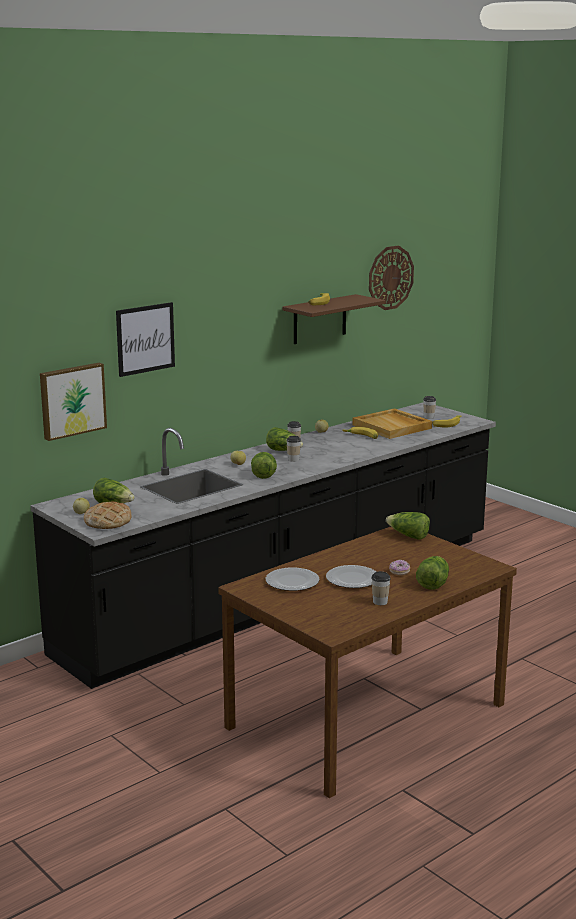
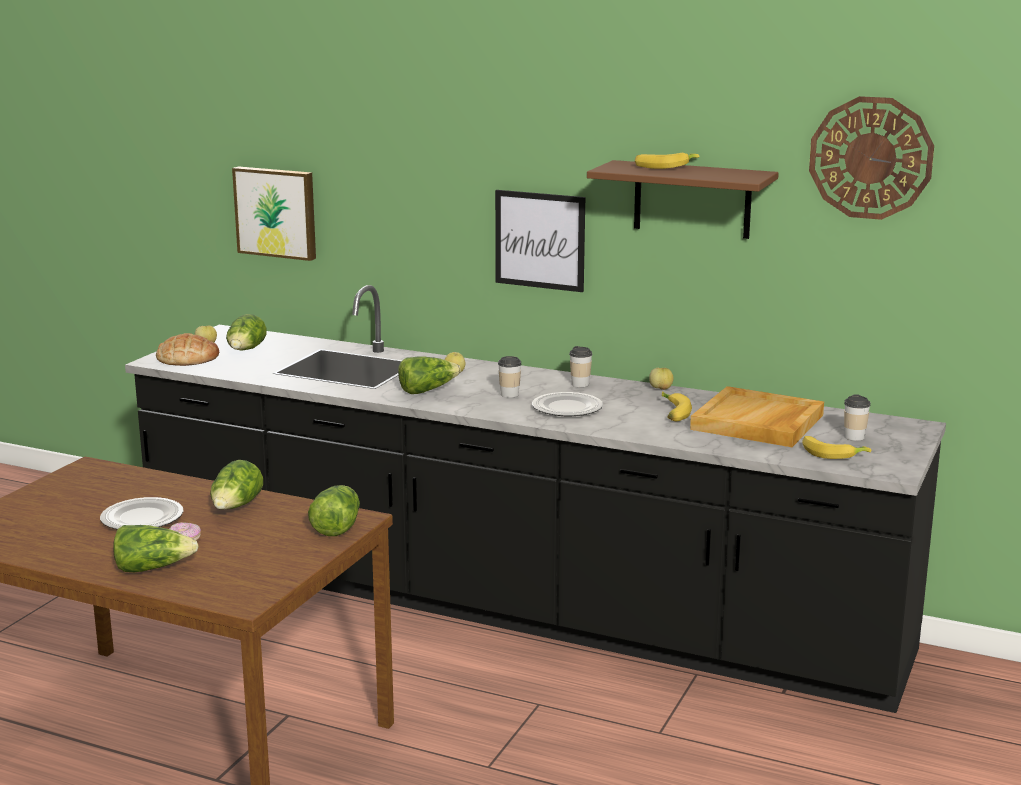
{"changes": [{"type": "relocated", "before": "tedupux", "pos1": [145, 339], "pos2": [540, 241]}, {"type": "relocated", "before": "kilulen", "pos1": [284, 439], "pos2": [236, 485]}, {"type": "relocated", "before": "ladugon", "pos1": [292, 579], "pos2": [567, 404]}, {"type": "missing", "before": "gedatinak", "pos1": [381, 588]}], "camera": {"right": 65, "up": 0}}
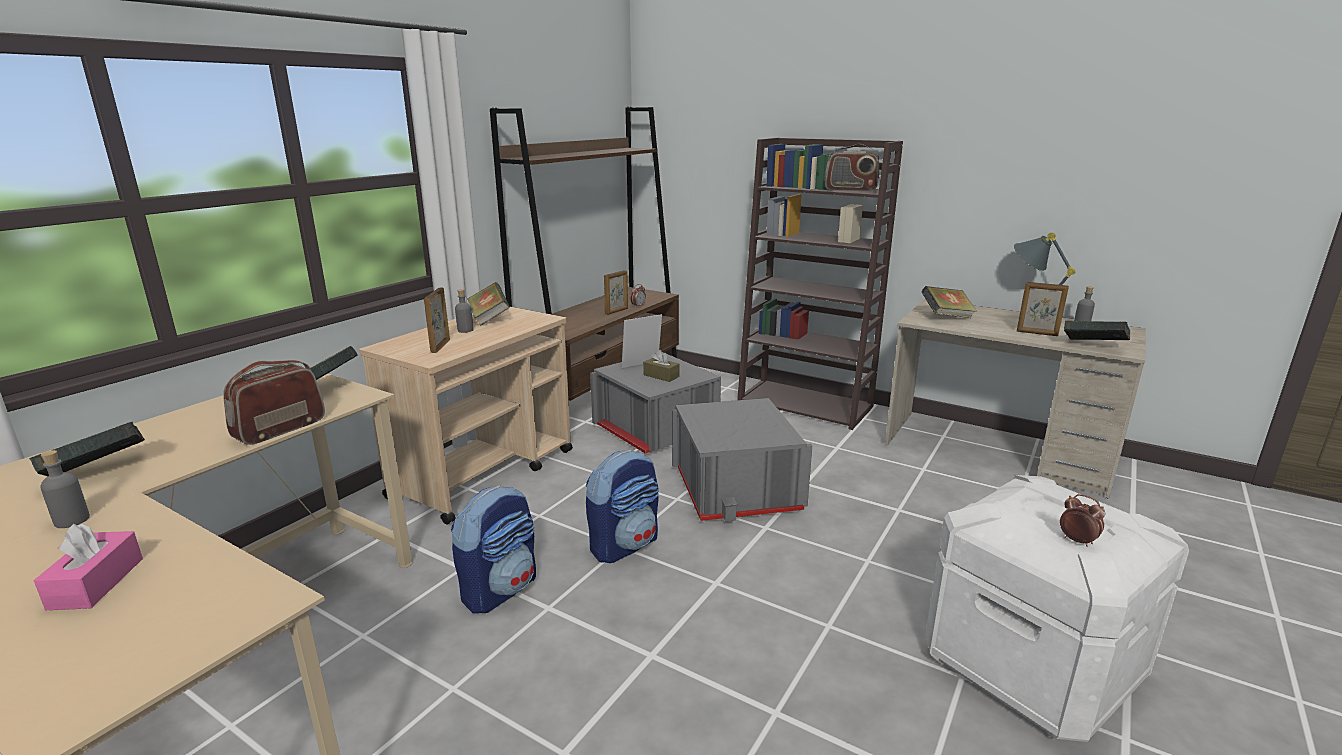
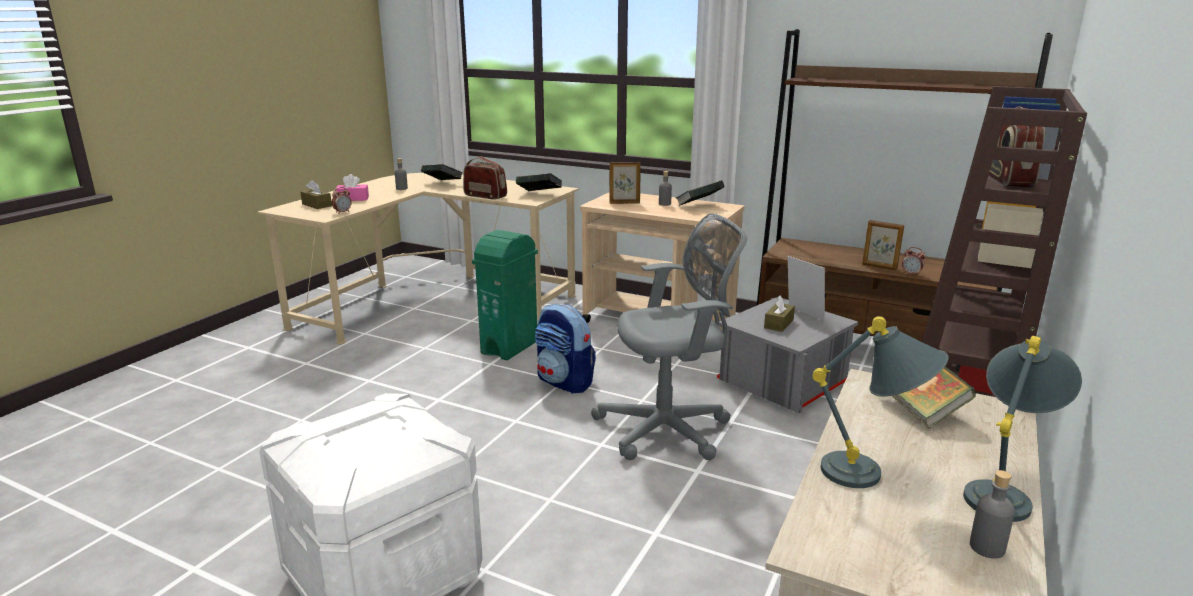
{"changes": [{"type": "exchanged", "before": "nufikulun", "after": "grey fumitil", "pos1": [1043, 309], "pos2": [880, 402]}, {"type": "missing", "before": "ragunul", "pos1": [1097, 330]}, {"type": "exchanged", "before": "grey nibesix", "after": "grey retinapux", "pos1": [742, 459], "pos2": [669, 336]}, {"type": "exchanged", "before": "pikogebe", "after": "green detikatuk", "pos1": [493, 550], "pos2": [505, 295]}, {"type": "relocated", "before": "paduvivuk", "pos1": [1082, 520], "pos2": [341, 200]}, {"type": "appeared", "after": "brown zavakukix", "pos2": [316, 194]}], "camera": {"right": 85, "up": 0}}
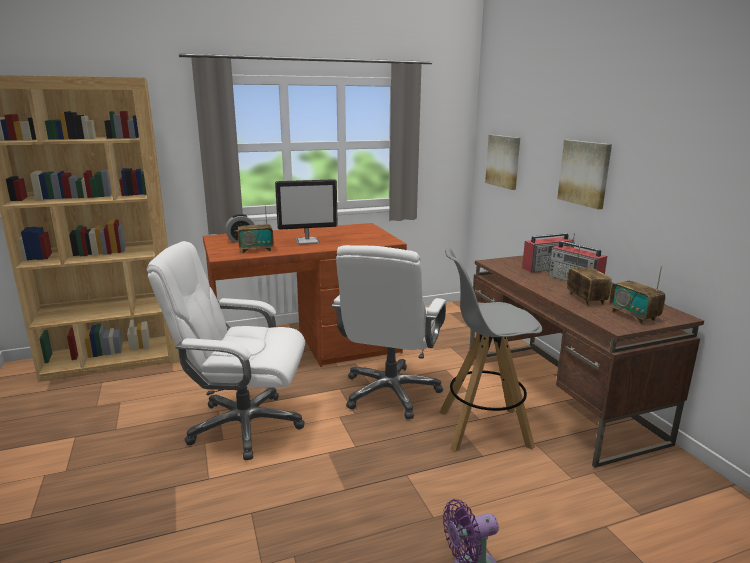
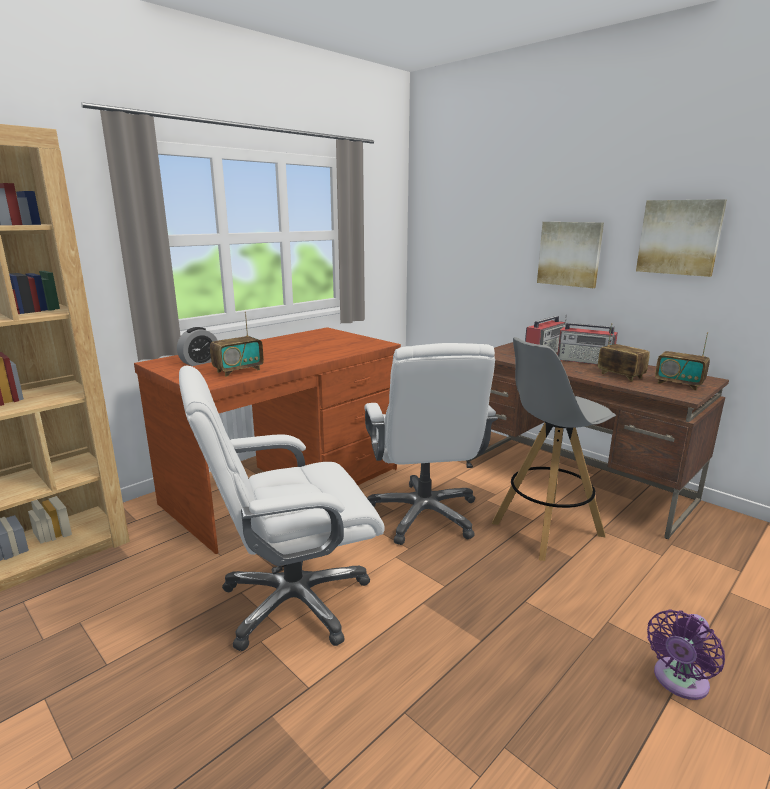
{"changes": [{"type": "relocated", "before": "tedupux", "pos1": [502, 162], "pos2": [681, 238]}, {"type": "missing", "before": "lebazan", "pos1": [306, 212]}], "camera": {"right": -25, "up": 0}}
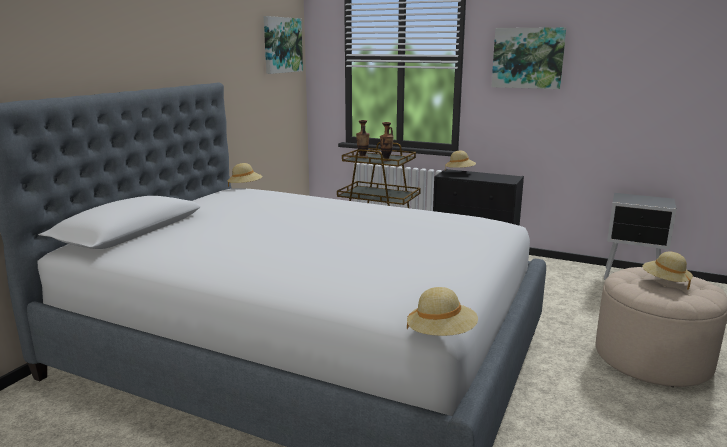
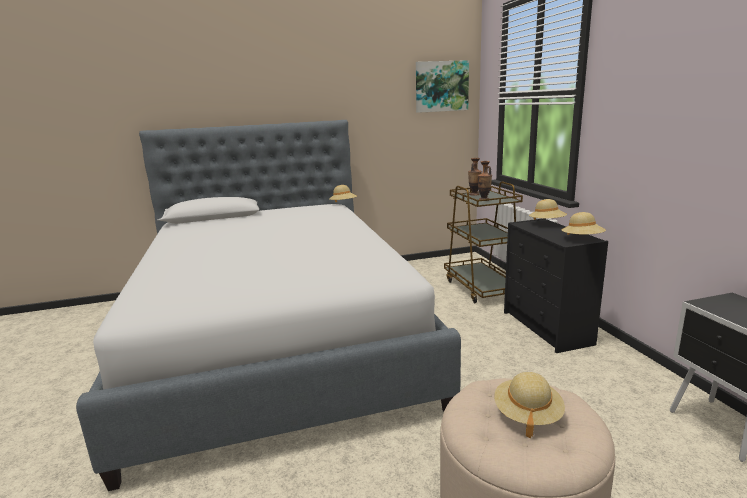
{"changes": [{"type": "missing", "before": "tedupux", "pos1": [529, 58]}, {"type": "relocated", "before": "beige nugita", "pos1": [442, 311], "pos2": [584, 223]}], "camera": {"right": 50, "up": 0}}
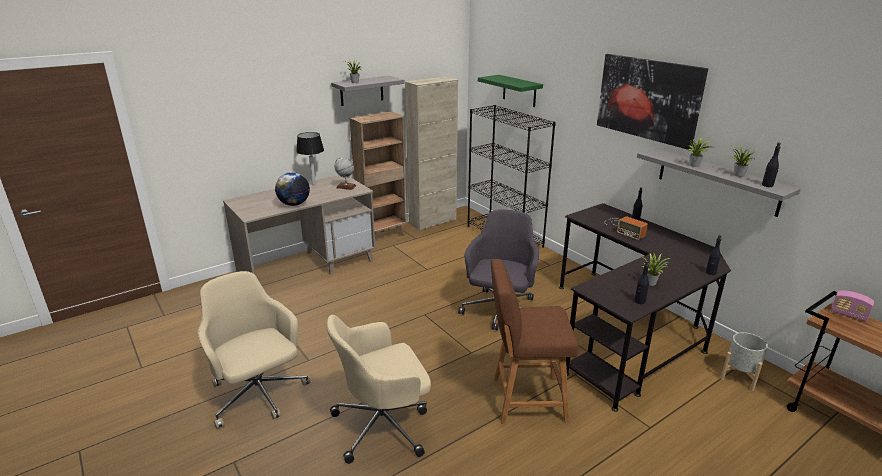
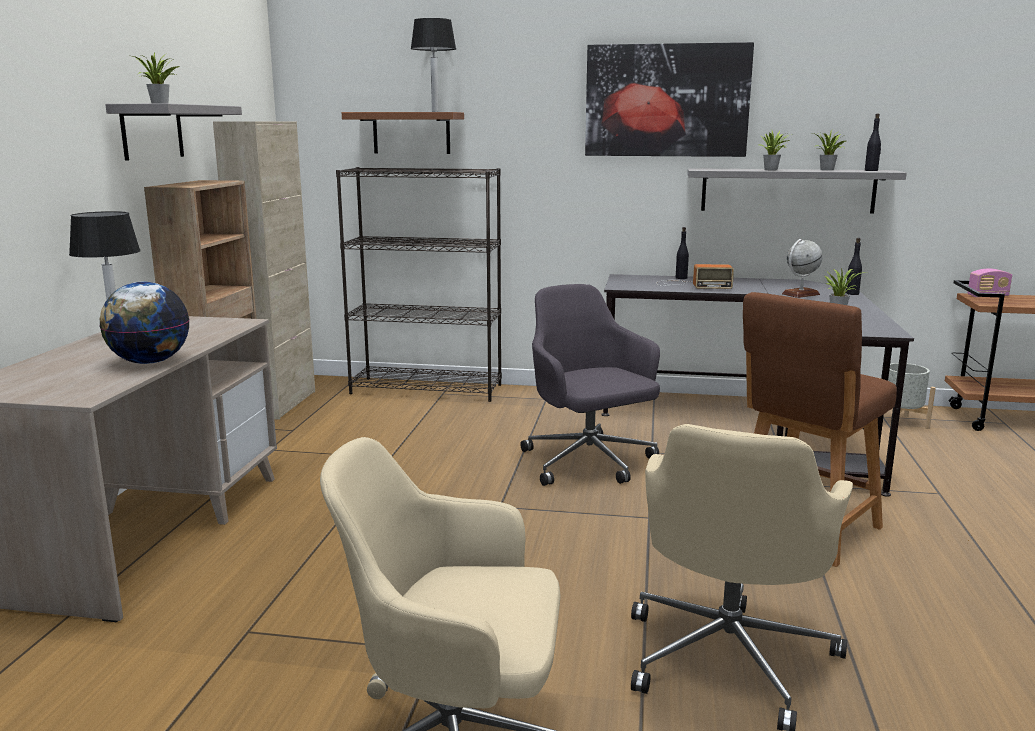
{"changes": [{"type": "colour", "before": "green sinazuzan", "after": "brown sinazuzan", "pos1": [510, 91], "pos2": [403, 133]}, {"type": "relocated", "before": "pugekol", "pos1": [345, 173], "pos2": [802, 268]}, {"type": "missing", "before": "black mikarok", "pos1": [642, 282]}, {"type": "appeared", "after": "fumitil", "pos2": [433, 65]}], "camera": {"right": -45, "up": -10}}
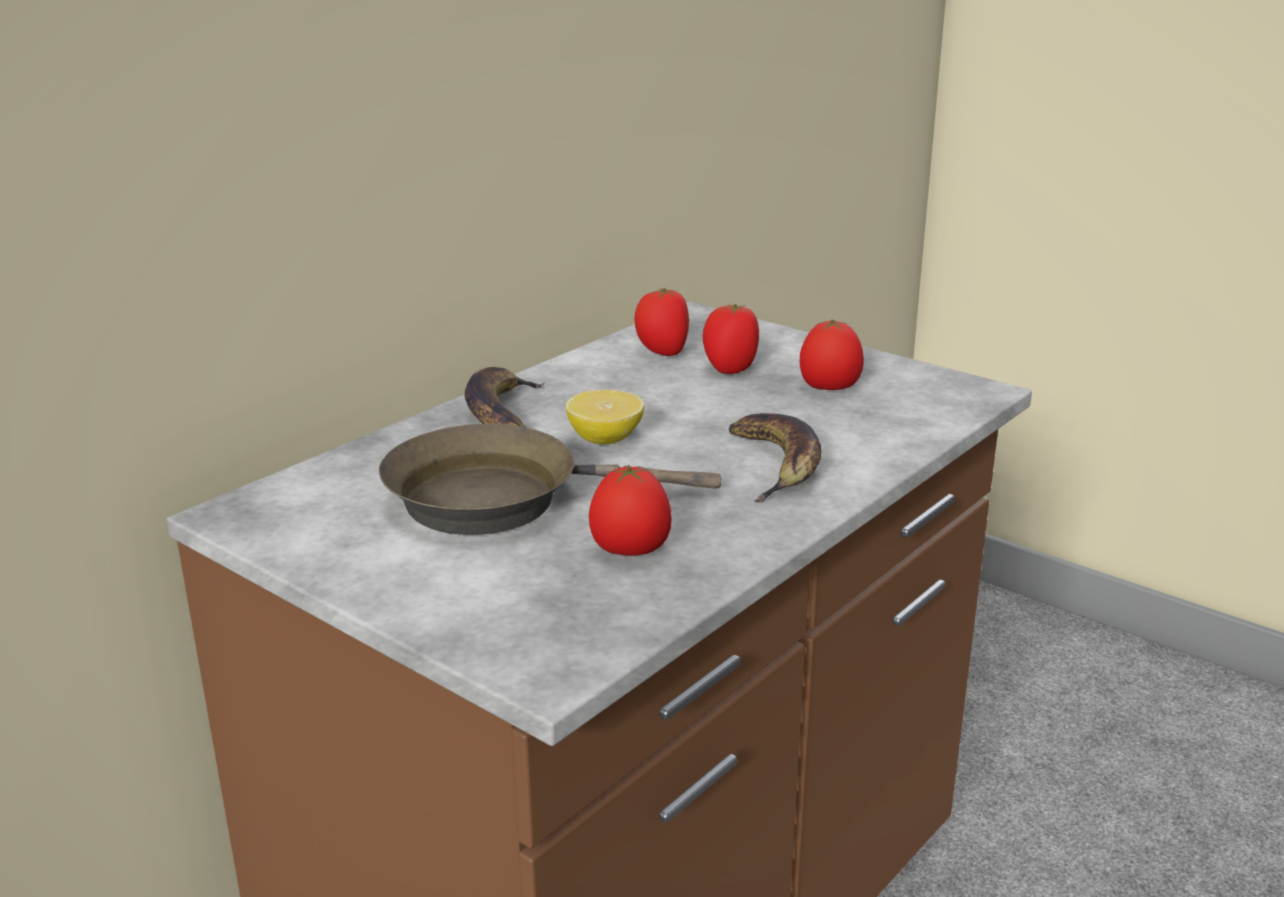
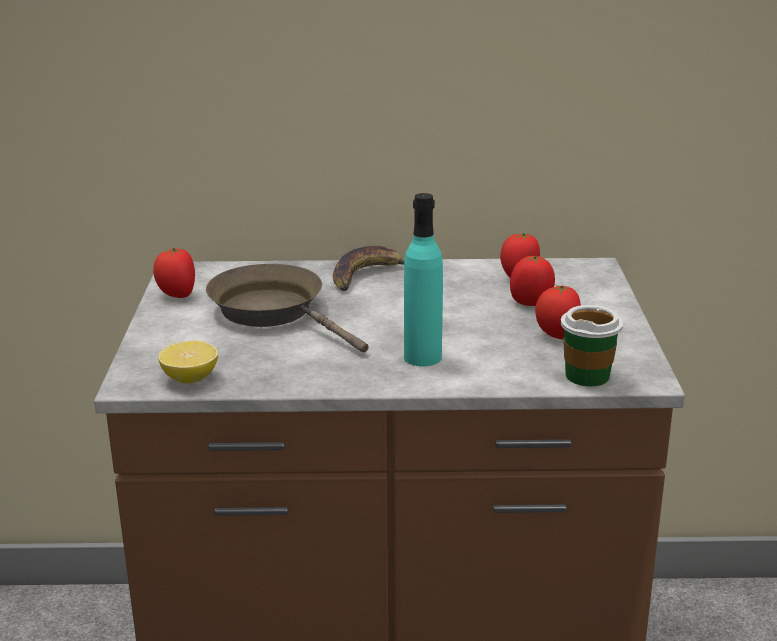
{"changes": [{"type": "relocated", "before": "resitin", "pos1": [604, 417], "pos2": [188, 362]}, {"type": "exchanged", "before": "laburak", "after": "turquoise mikarok", "pos1": [775, 457], "pos2": [423, 279]}, {"type": "relocated", "before": "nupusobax", "pos1": [630, 510], "pos2": [174, 273]}, {"type": "appeared", "after": "gedatinak", "pos2": [592, 345]}], "camera": {"right": 50, "up": 0}}
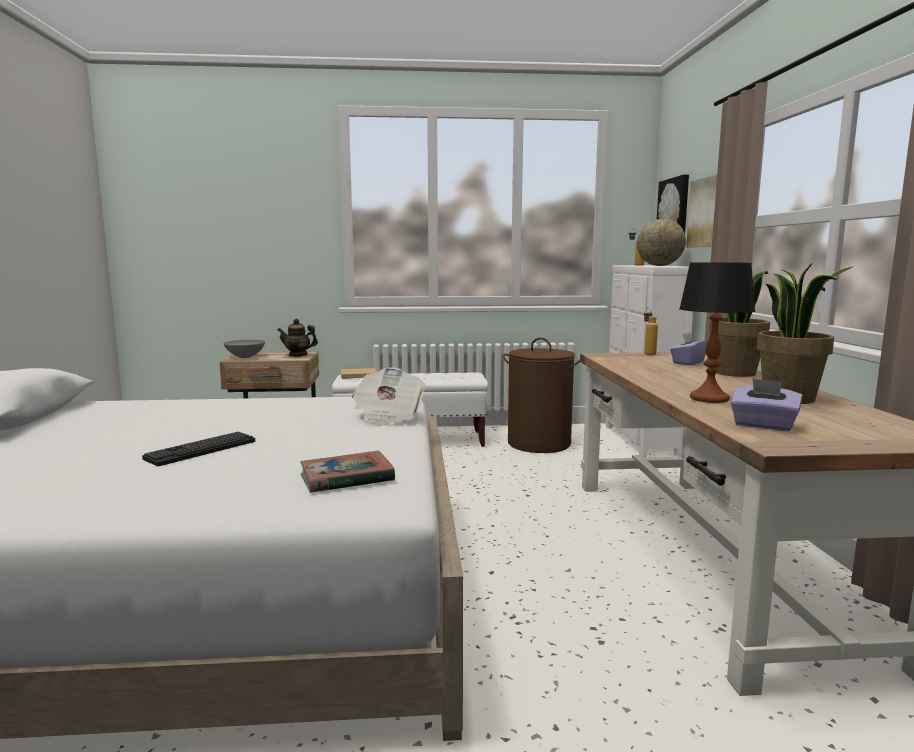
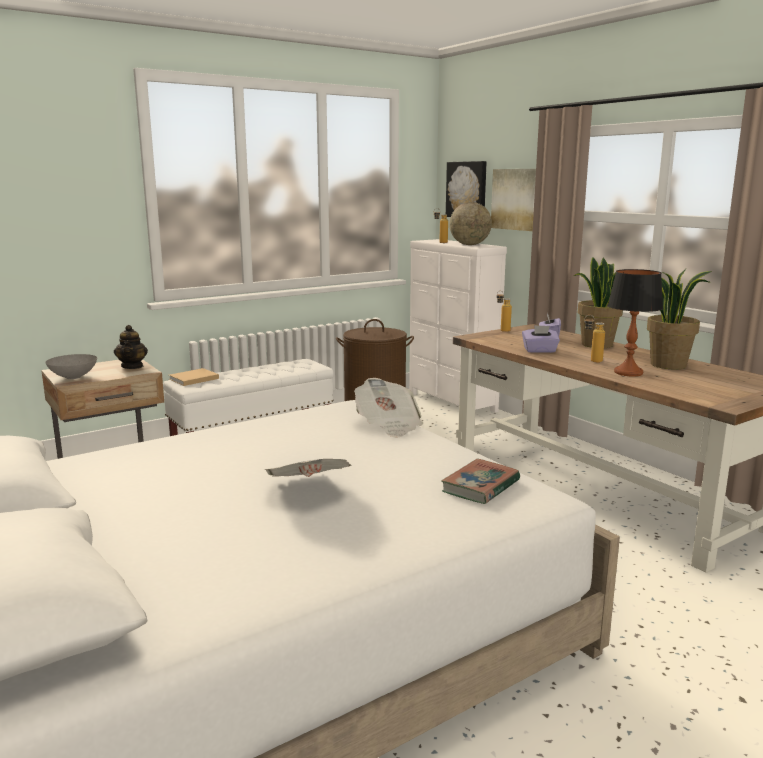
{"changes": [{"type": "spun", "before": "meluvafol", "pos1": [297, 338], "pos2": [131, 347], "turn": -75}, {"type": "relocated", "before": "purple zavakukix", "pos1": [766, 405], "pos2": [541, 339]}, {"type": "exchanged", "before": "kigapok", "after": "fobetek", "pos1": [198, 449], "pos2": [307, 468]}, {"type": "appeared", "after": "mikarok", "pos2": [594, 339]}], "camera": {"right": -30, "up": 5}}
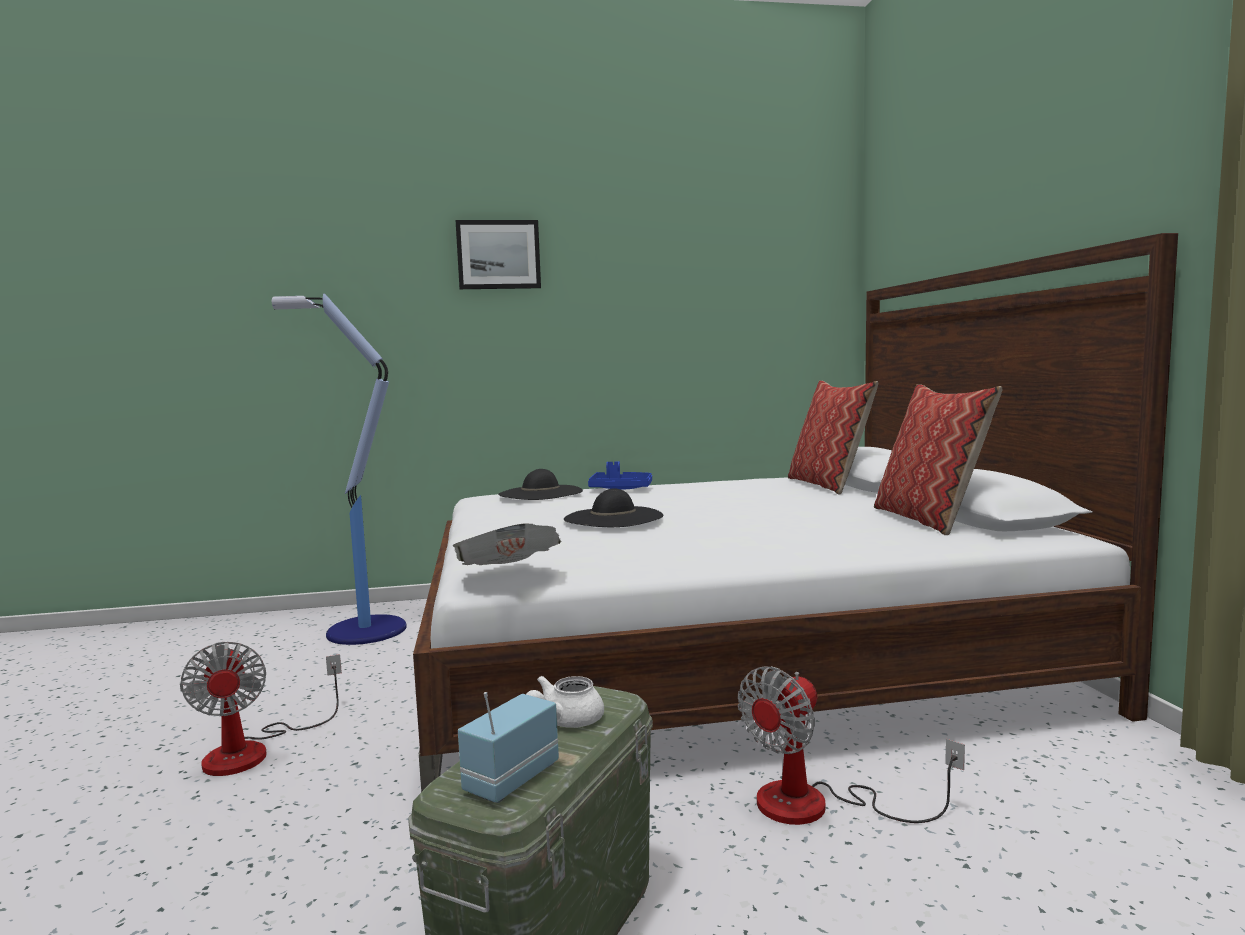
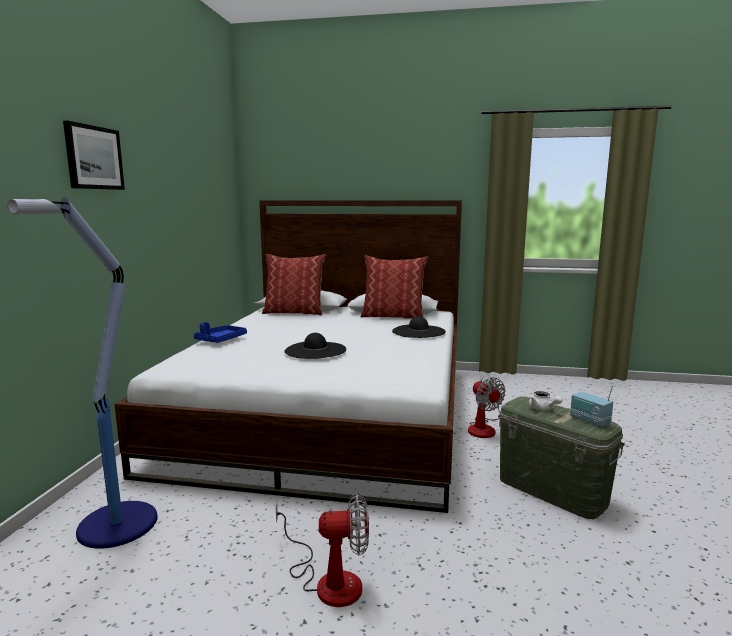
{"changes": [{"type": "relocated", "before": "black nugita", "pos1": [540, 484], "pos2": [419, 327]}, {"type": "missing", "before": "fobetek", "pos1": [506, 544]}], "camera": {"right": -70, "up": 5}}
